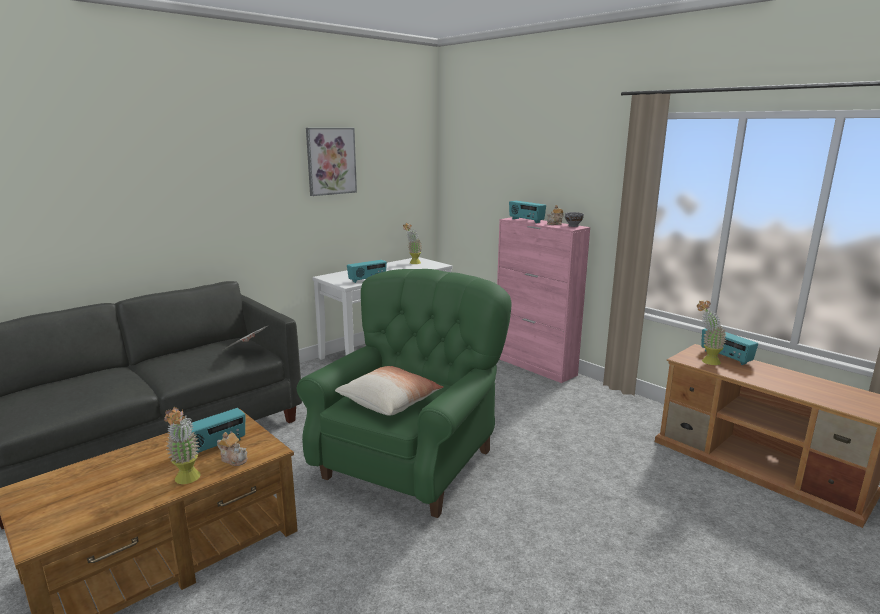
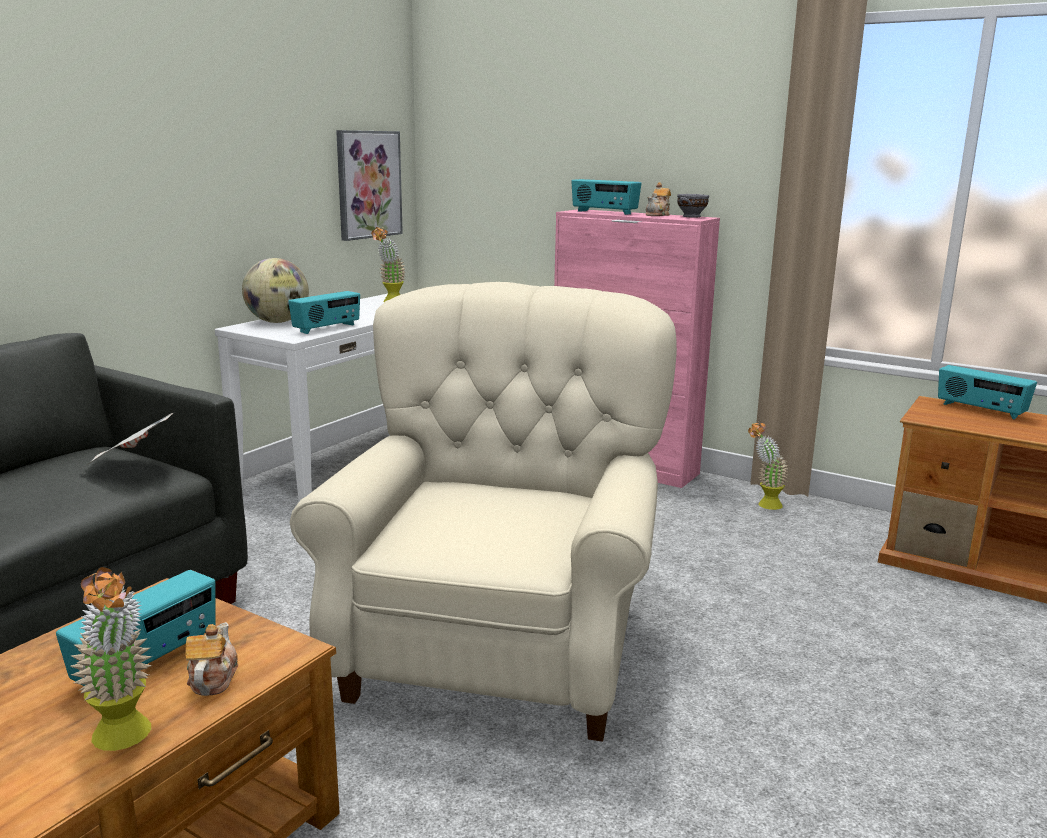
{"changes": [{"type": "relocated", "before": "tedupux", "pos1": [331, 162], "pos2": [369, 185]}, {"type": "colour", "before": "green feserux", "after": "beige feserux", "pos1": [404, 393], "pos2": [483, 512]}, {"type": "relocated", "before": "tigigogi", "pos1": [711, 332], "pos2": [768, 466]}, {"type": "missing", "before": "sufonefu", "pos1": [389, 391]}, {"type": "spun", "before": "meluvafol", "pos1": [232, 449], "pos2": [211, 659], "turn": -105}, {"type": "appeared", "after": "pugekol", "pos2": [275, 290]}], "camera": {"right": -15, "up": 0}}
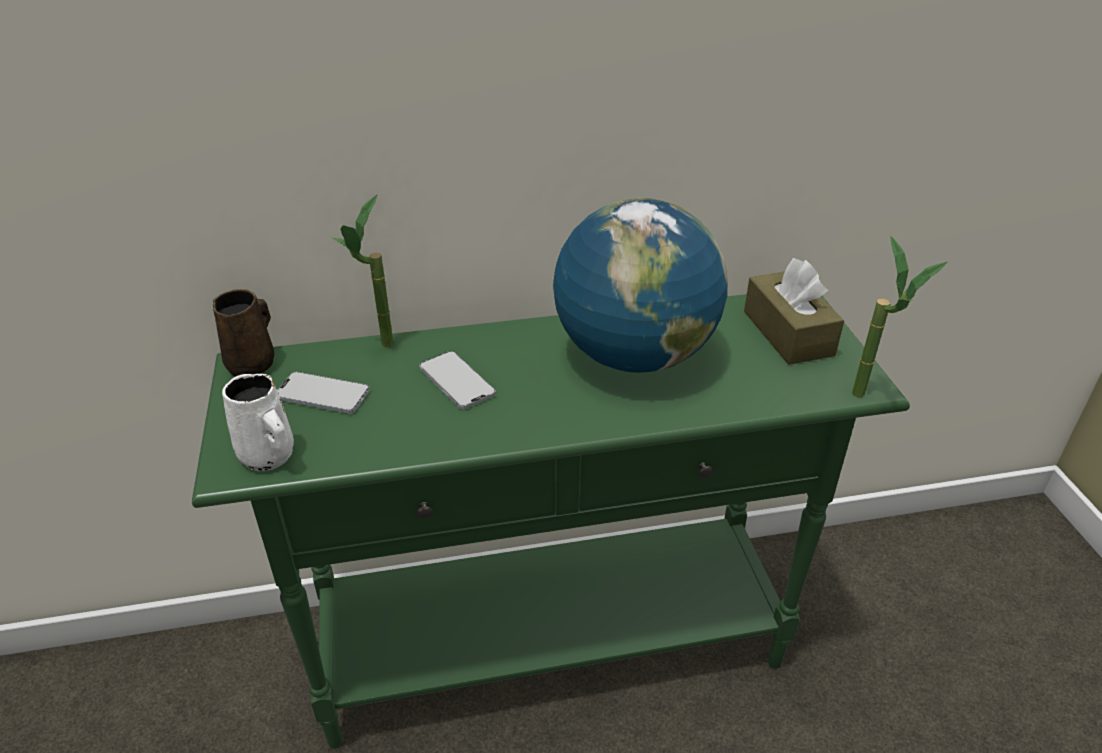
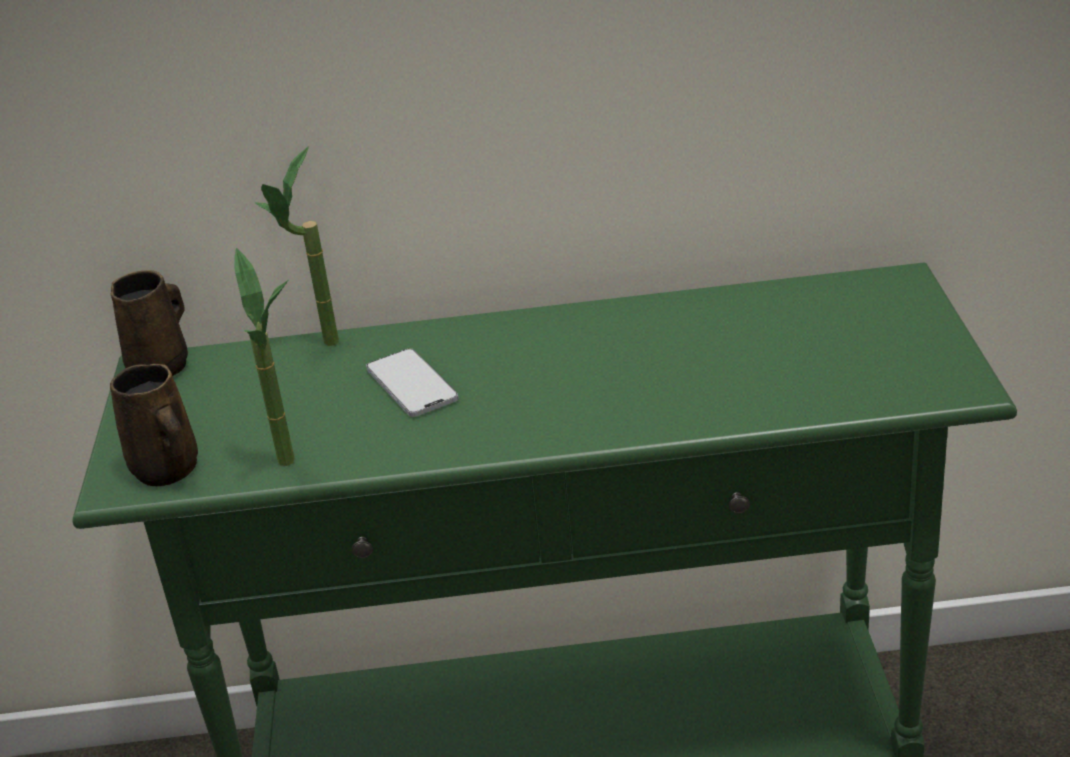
{"changes": [{"type": "missing", "before": "pugekol", "pos1": [640, 285]}, {"type": "relocated", "before": "tigigogi", "pos1": [900, 316], "pos2": [264, 357]}, {"type": "missing", "before": "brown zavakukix", "pos1": [794, 311]}, {"type": "missing", "before": "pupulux", "pos1": [323, 393]}, {"type": "colour", "before": "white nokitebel", "after": "brown nokitebel", "pos1": [258, 422], "pos2": [154, 425]}], "camera": {"right": 10, "up": -5}}
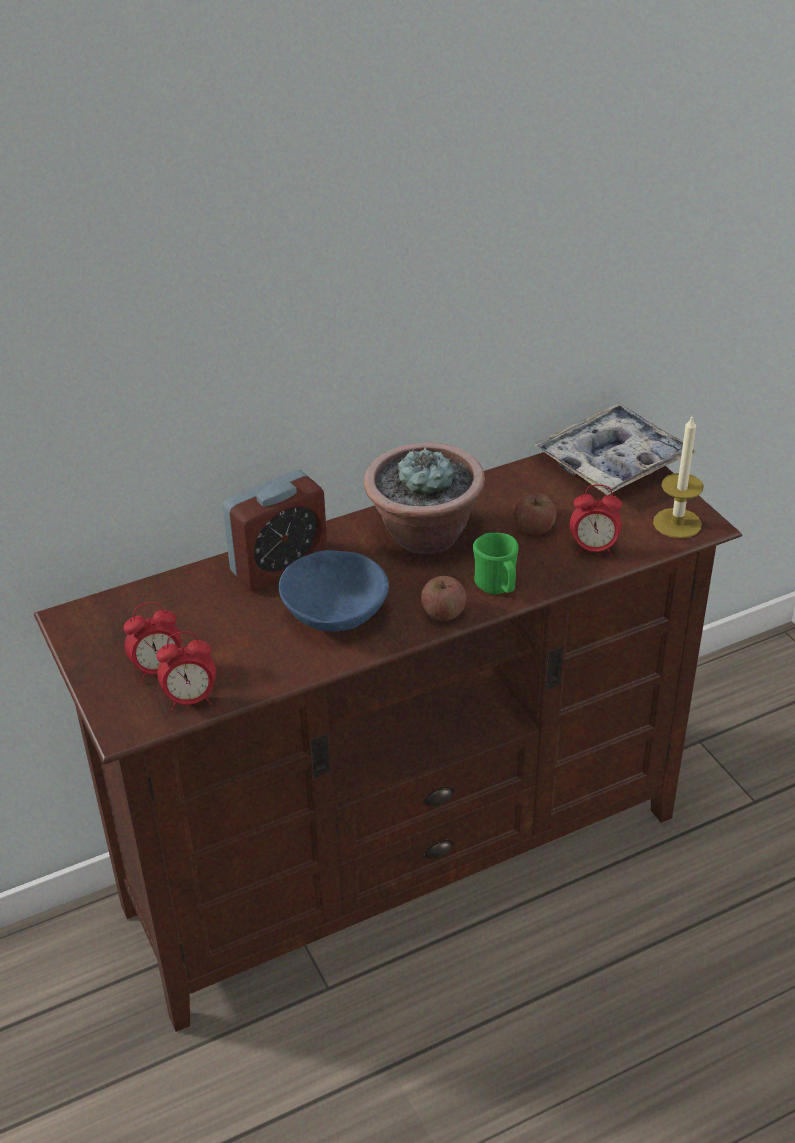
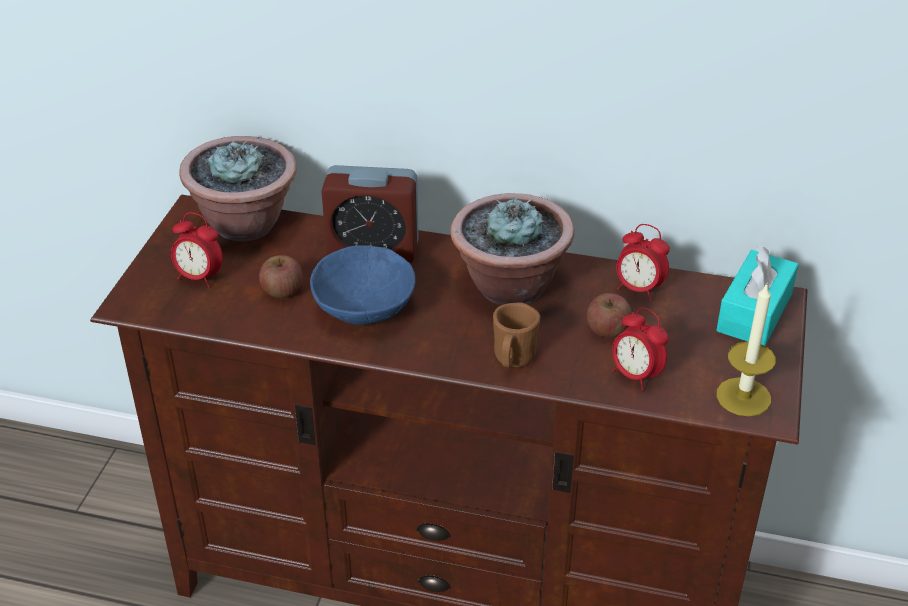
{"changes": [{"type": "exchanged", "before": "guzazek", "after": "turquoise zavakukix", "pos1": [616, 449], "pos2": [757, 295]}, {"type": "colour", "before": "green nokitebel", "after": "brown nokitebel", "pos1": [496, 564], "pos2": [516, 335]}, {"type": "relocated", "before": "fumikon", "pos1": [443, 598], "pos2": [281, 276]}, {"type": "relocated", "before": "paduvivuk", "pos1": [186, 671], "pos2": [643, 262]}, {"type": "appeared", "after": "tigigogi", "pos2": [238, 189]}], "camera": {"right": 40, "up": 0}}
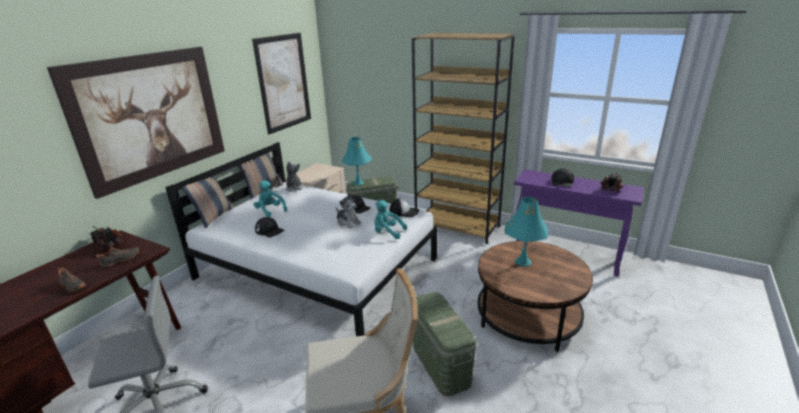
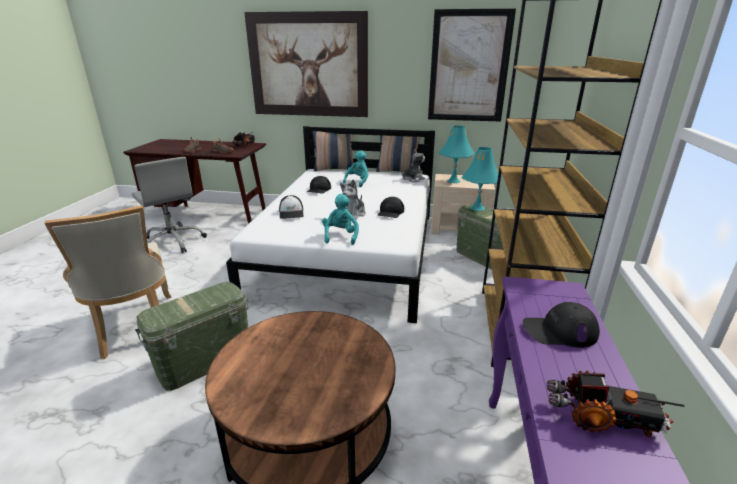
{"changes": [{"type": "relocated", "before": "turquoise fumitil", "pos1": [526, 231], "pos2": [456, 154]}, {"type": "relocated", "before": "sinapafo", "pos1": [404, 207], "pos2": [291, 207]}], "camera": {"right": 70, "up": 0}}
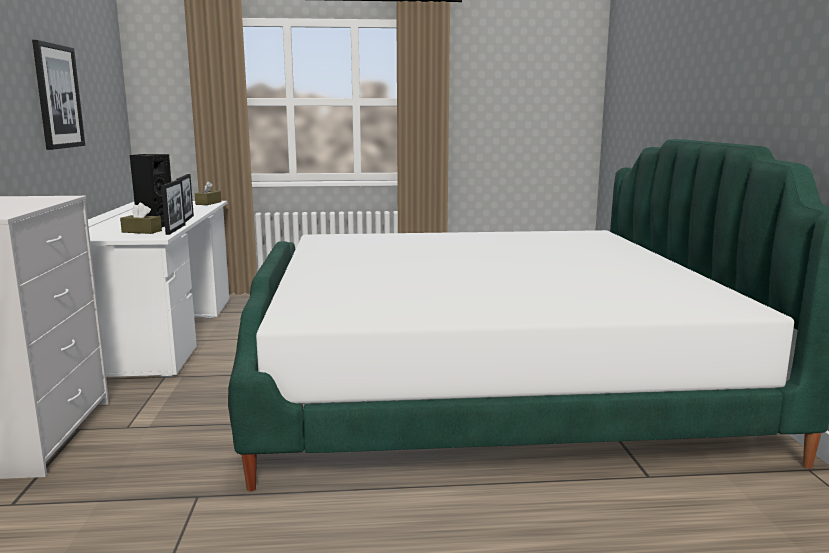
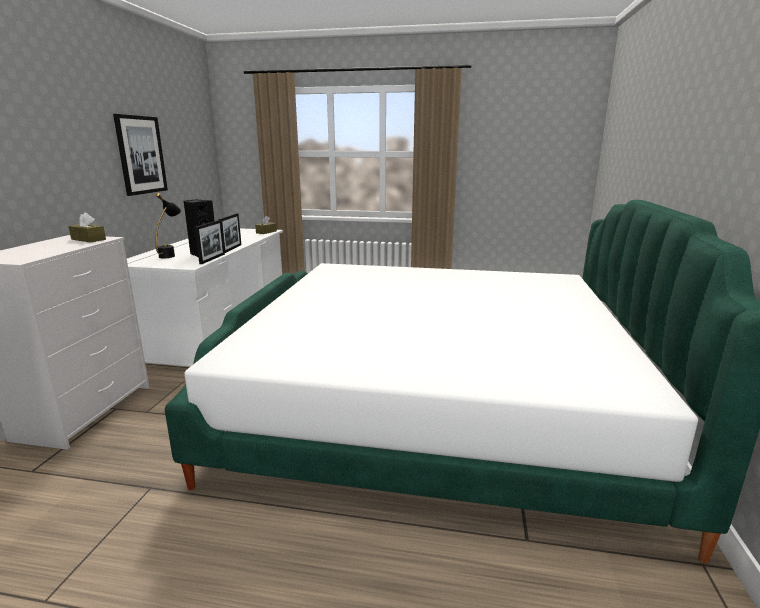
{"changes": [{"type": "relocated", "before": "brown zavakukix", "pos1": [141, 218], "pos2": [87, 227]}, {"type": "appeared", "after": "black fumitil", "pos2": [168, 225]}], "camera": {"right": 15, "up": 5}}
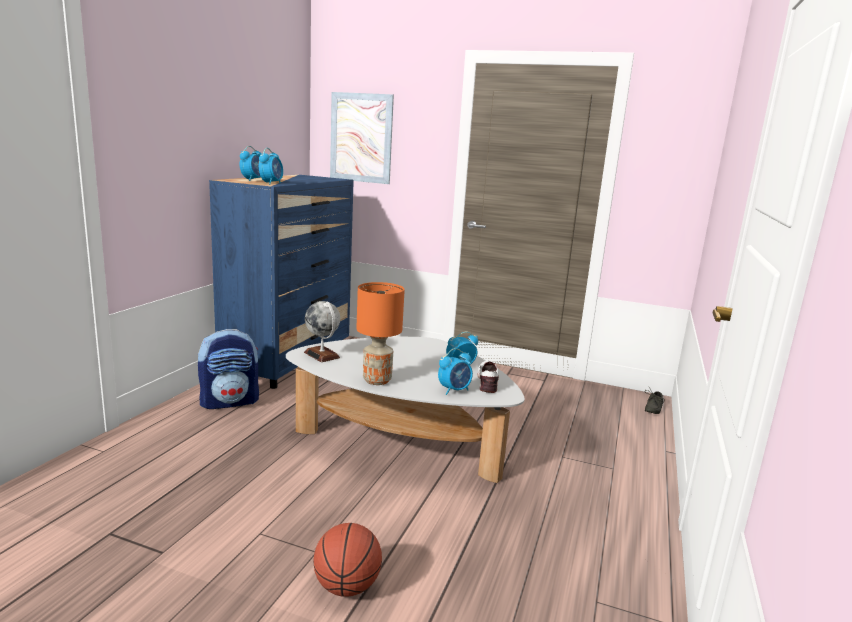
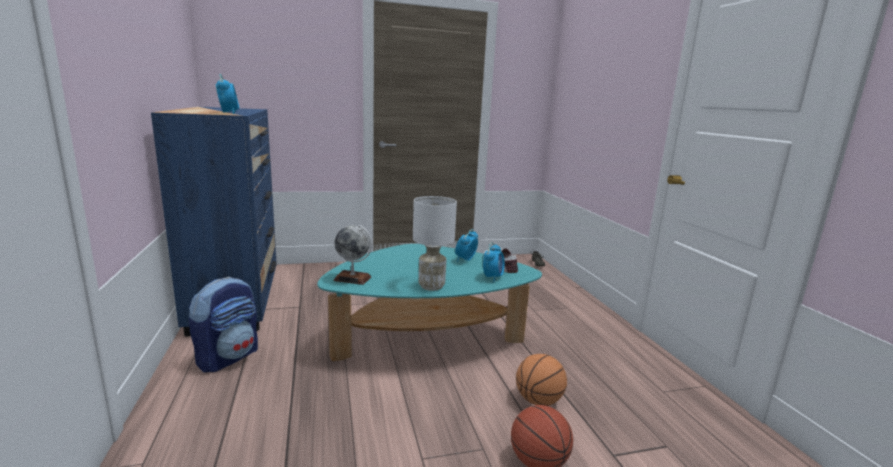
{"changes": [{"type": "missing", "before": "tedupux", "pos1": [362, 138]}, {"type": "missing", "before": "paduvivuk", "pos1": [251, 163]}, {"type": "colour", "before": "orange fumitil", "after": "white fumitil", "pos1": [380, 333], "pos2": [435, 243]}, {"type": "colour", "before": "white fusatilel", "after": "turquoise fusatilel", "pos1": [405, 410], "pos2": [429, 302]}, {"type": "appeared", "after": "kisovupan", "pos2": [541, 380]}], "camera": {"right": -35, "up": 0}}
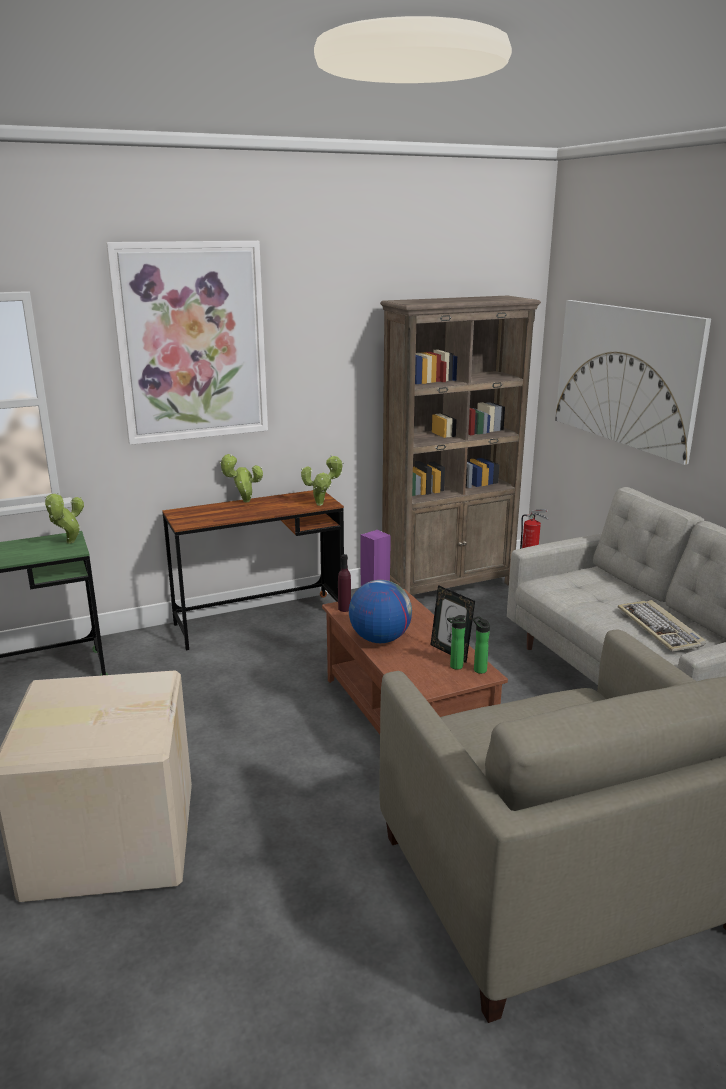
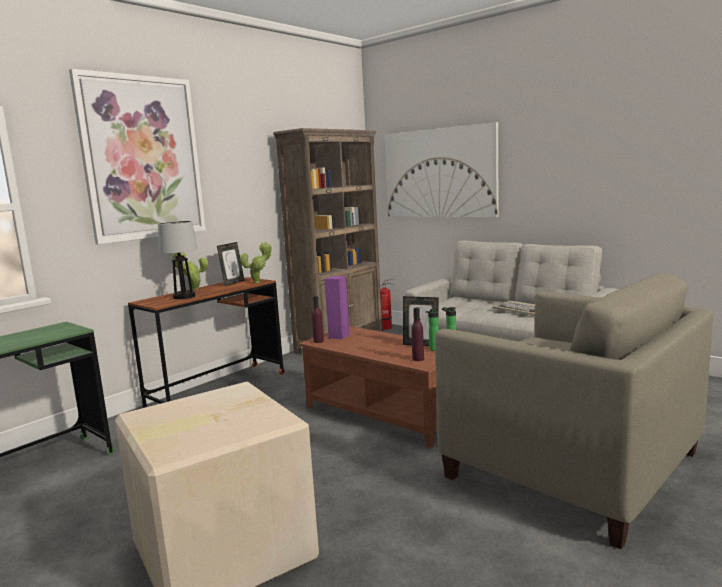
{"changes": [{"type": "missing", "before": "tigigogi", "pos1": [64, 518]}, {"type": "missing", "before": "pugekol", "pos1": [380, 611]}, {"type": "appeared", "after": "fumitil", "pos2": [178, 260]}, {"type": "appeared", "after": "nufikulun", "pos2": [231, 264]}, {"type": "appeared", "after": "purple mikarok", "pos2": [417, 334]}], "camera": {"right": -25, "up": -10}}
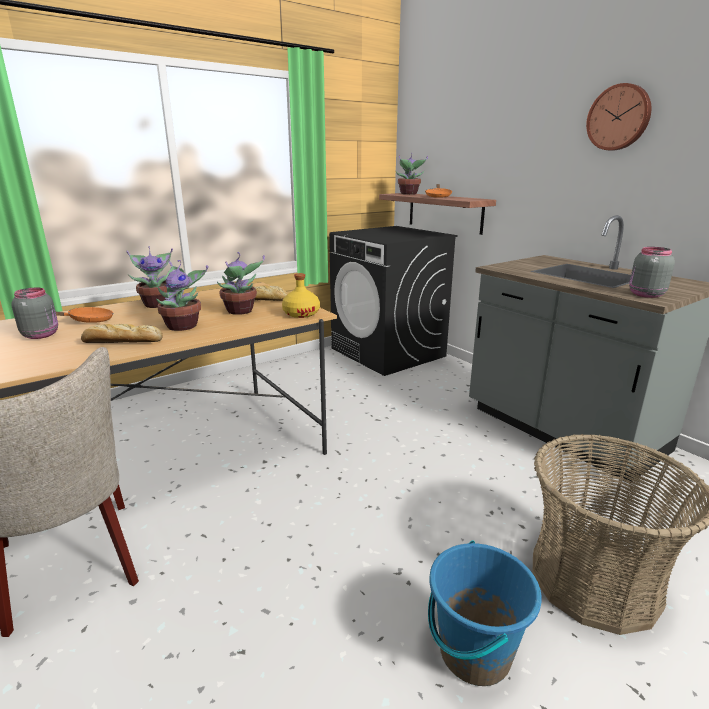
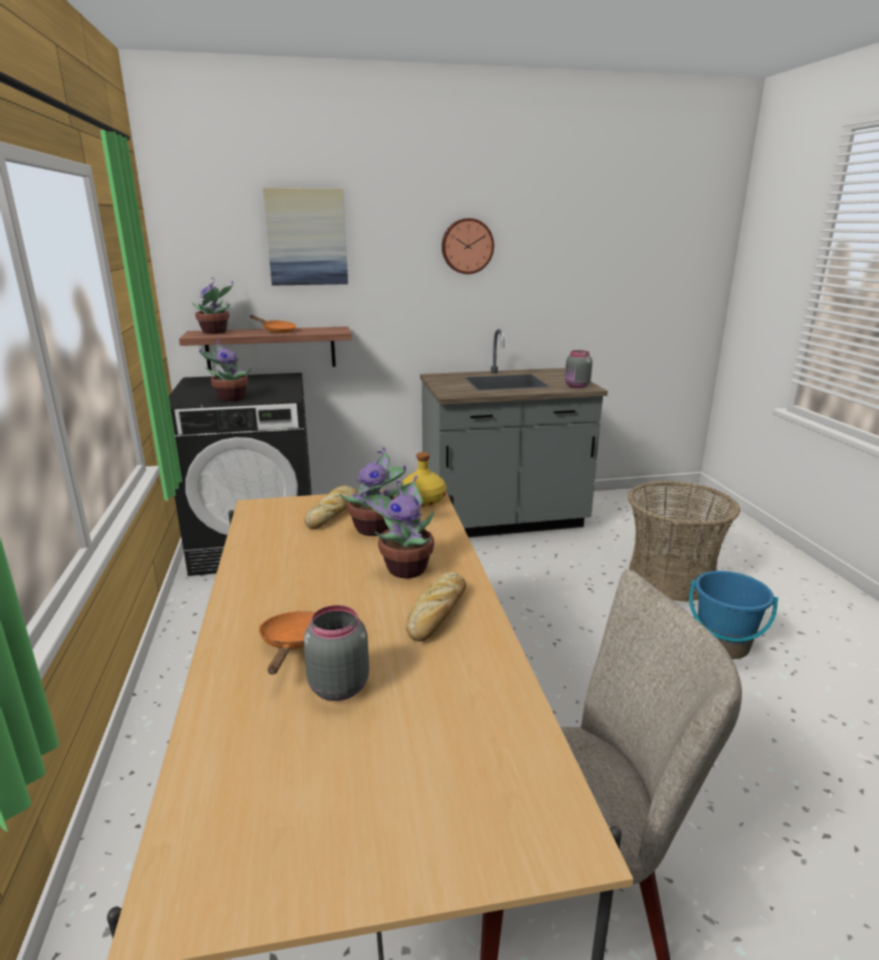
{"changes": [{"type": "relocated", "before": "tigigogi", "pos1": [149, 277], "pos2": [225, 370]}, {"type": "appeared", "after": "tedupux", "pos2": [305, 237]}], "camera": {"right": -65, "up": 0}}
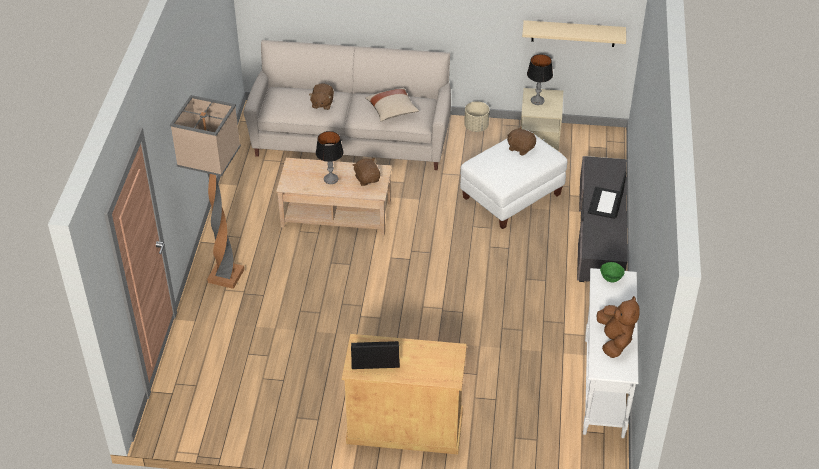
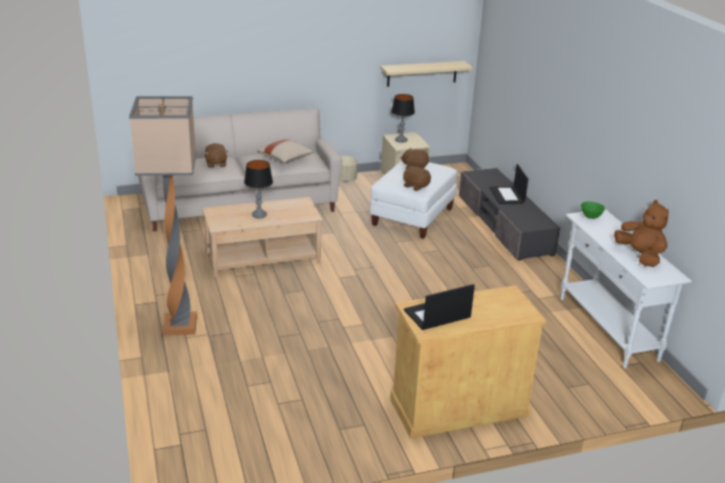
{"changes": [{"type": "relocated", "before": "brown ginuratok", "pos1": [366, 172], "pos2": [417, 178]}], "camera": {"right": -25, "up": -15}}
